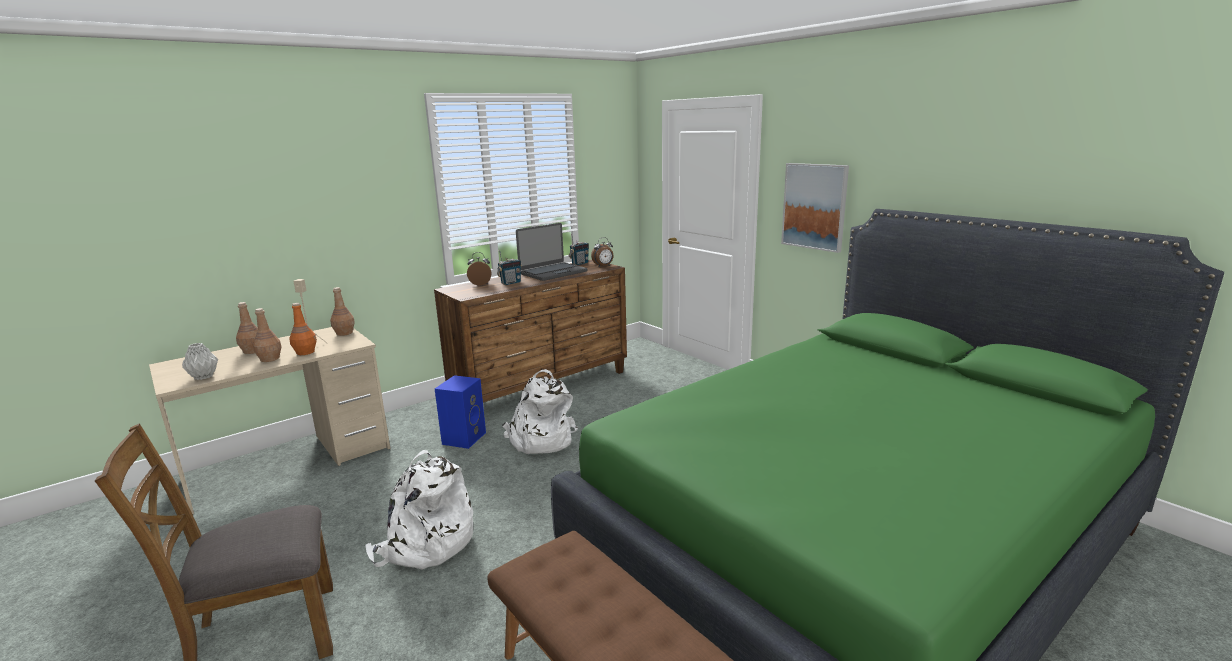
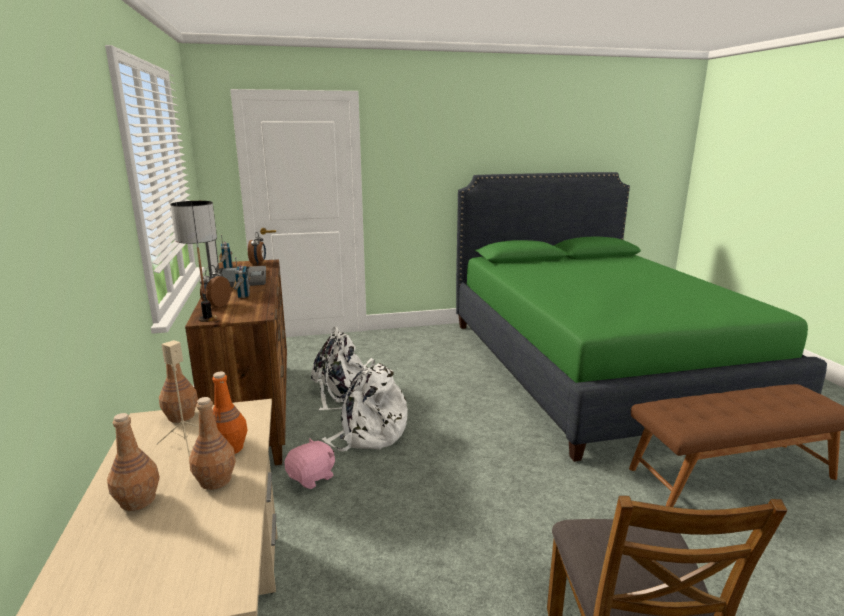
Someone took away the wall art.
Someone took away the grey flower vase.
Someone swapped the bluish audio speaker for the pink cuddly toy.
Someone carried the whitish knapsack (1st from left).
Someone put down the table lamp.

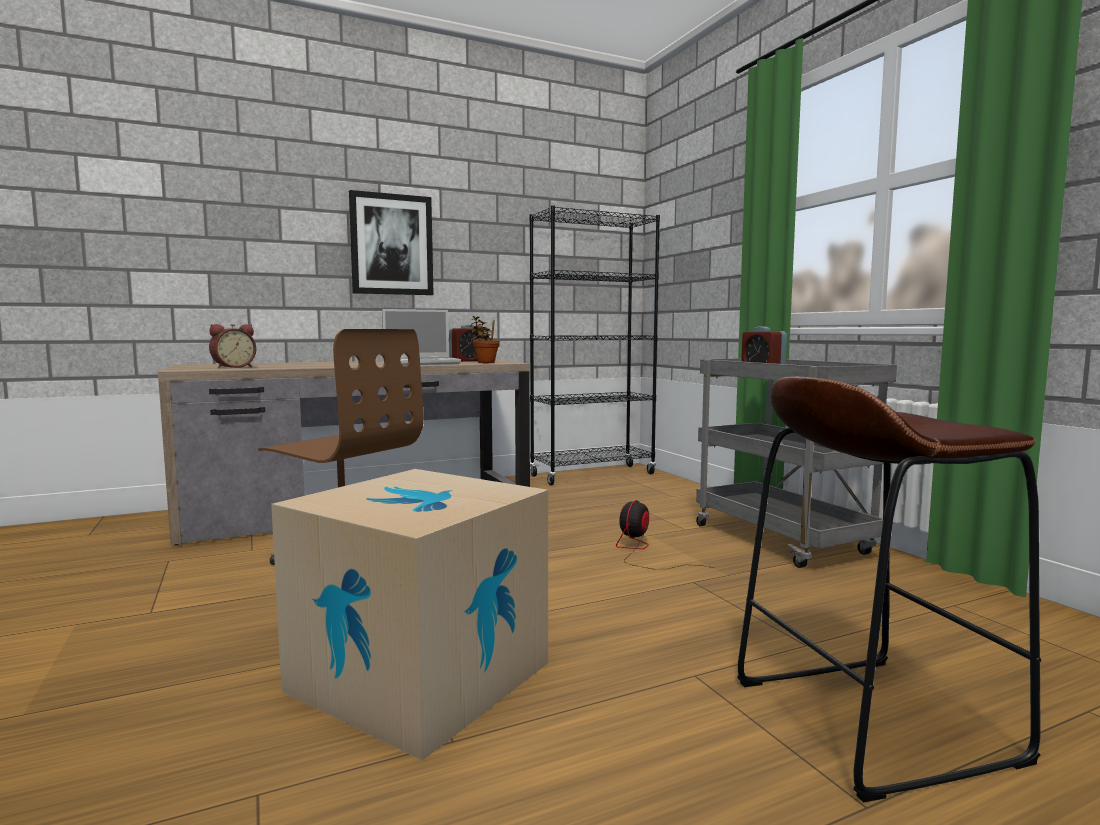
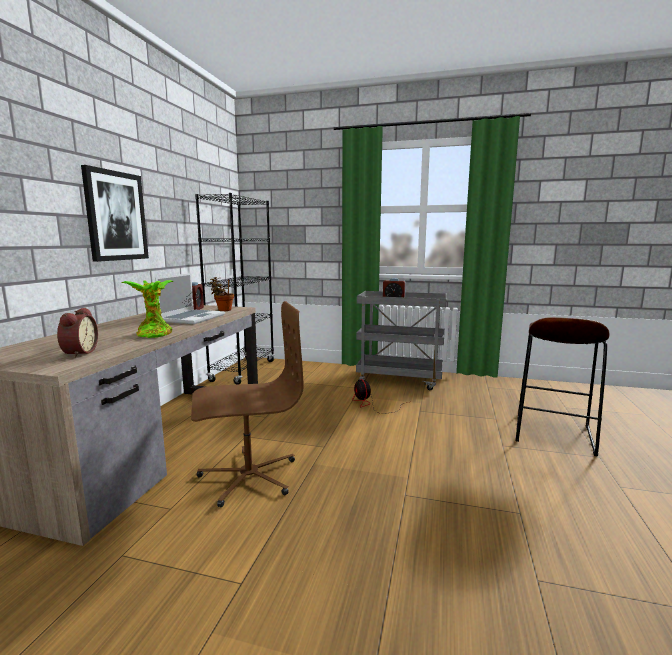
Someone took away the carton.
Someone put down the plant in a pot (1st from left).

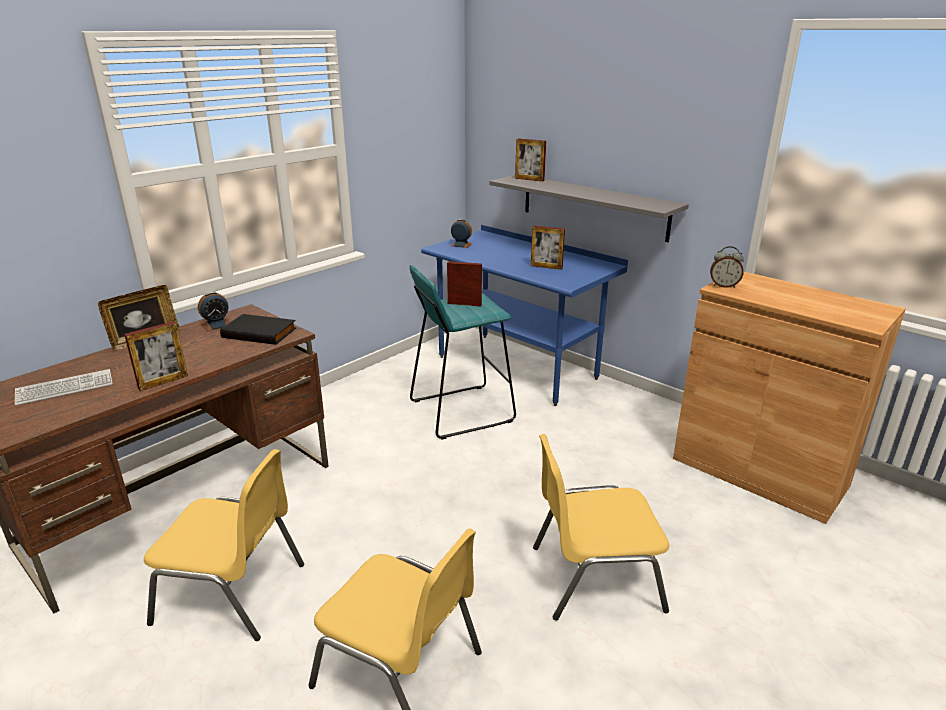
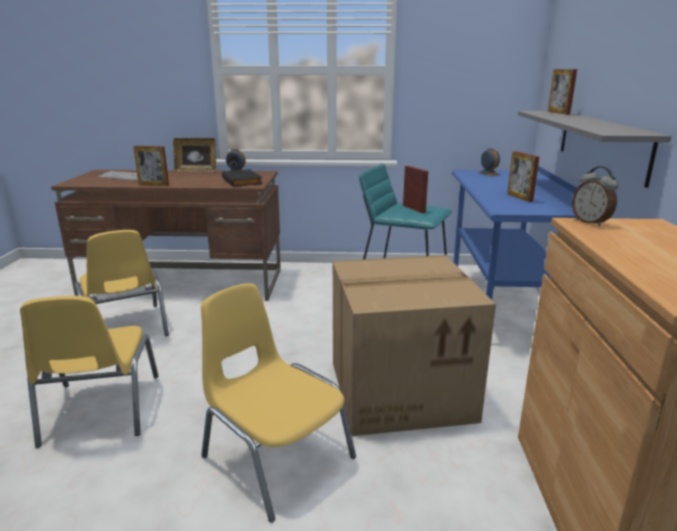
Someone put down the carton.

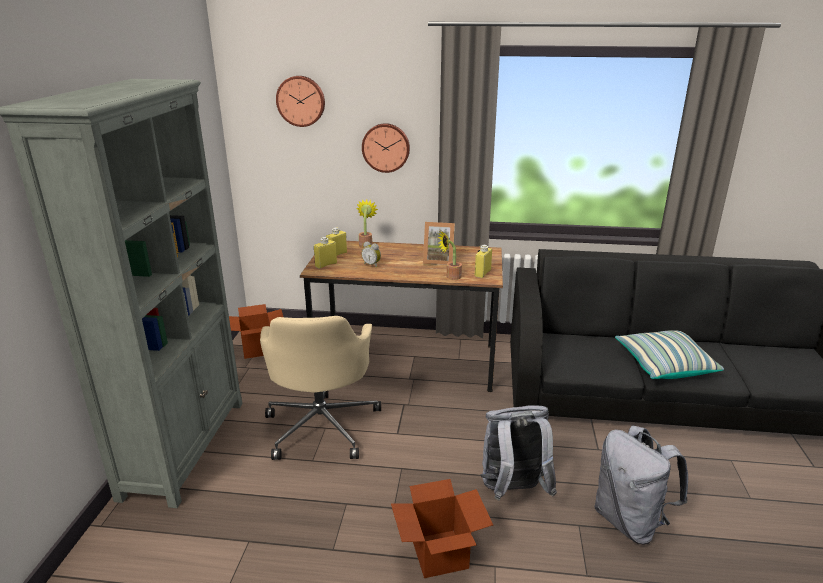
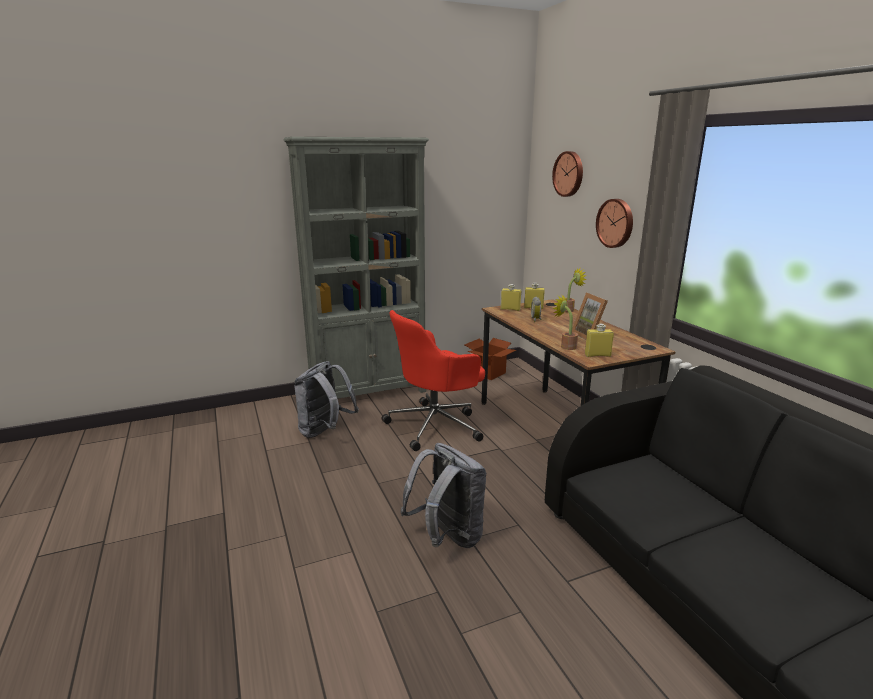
Someone repainted the beige desk chair, which became the reddish desk chair.
Someone took away the cushion.
Someone carried the grey knapsack (2nd from left in the first image).
Someone took away the carton (2nd from left).

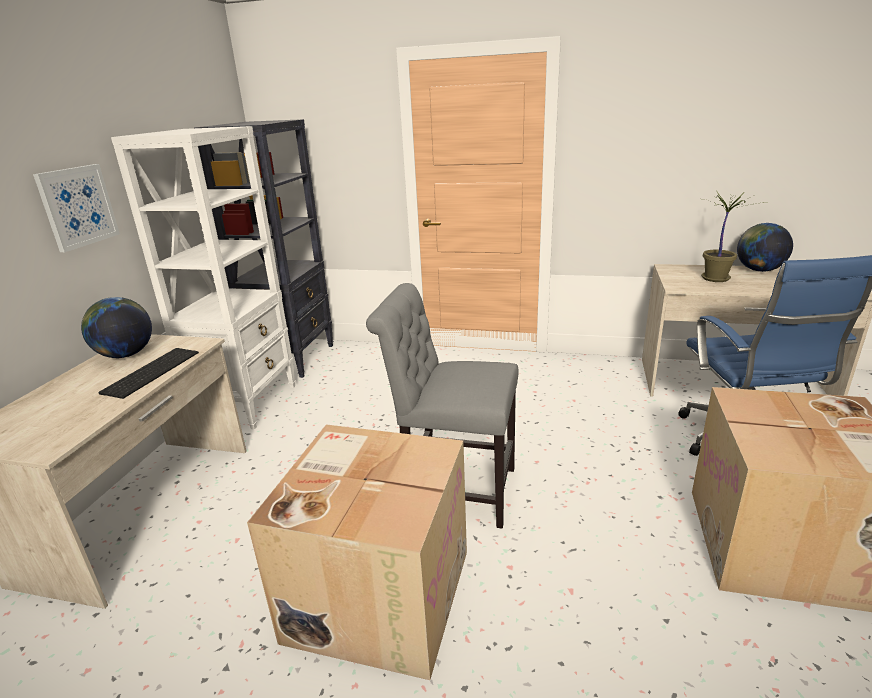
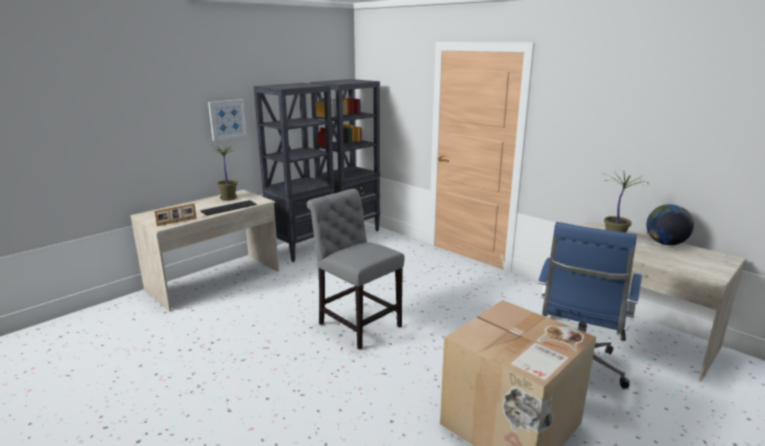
Someone repainted the whitish bookshelf, which became the blackish bookshelf (1st from left).
Someone swapped the globe (1st from left) for the plant in a pot (1st from left).
Someone took away the carton (1st from left).
Someone put down the standing frame.

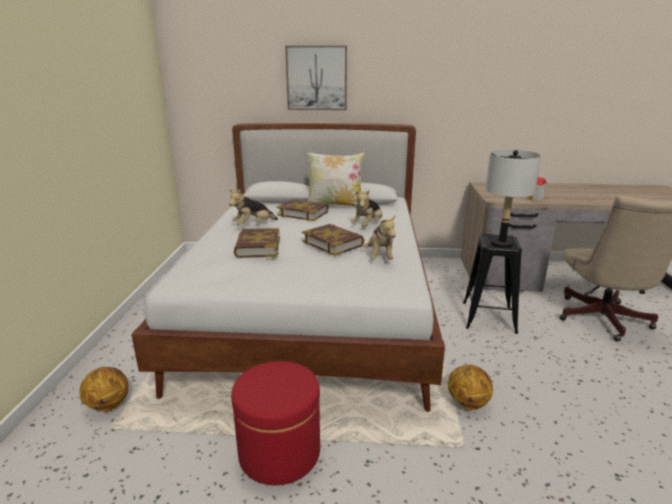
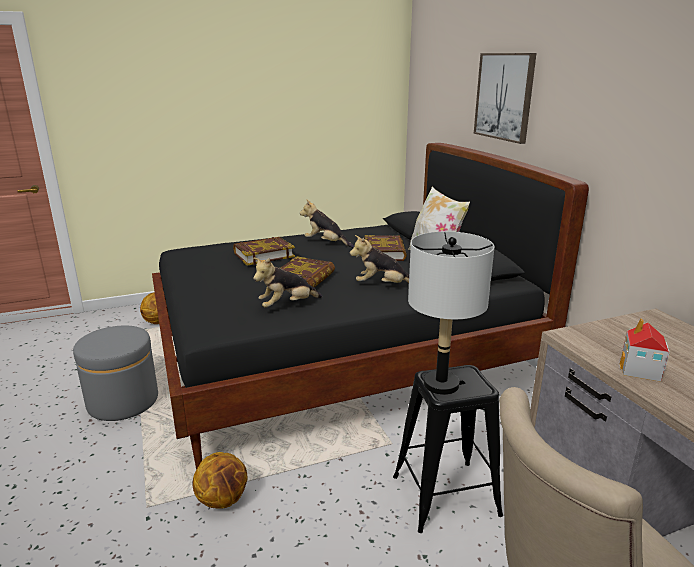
Someone repainted the whitish bed, which became the blackish bed.
Someone repainted the reddish ottoman, which became the grey ottoman.

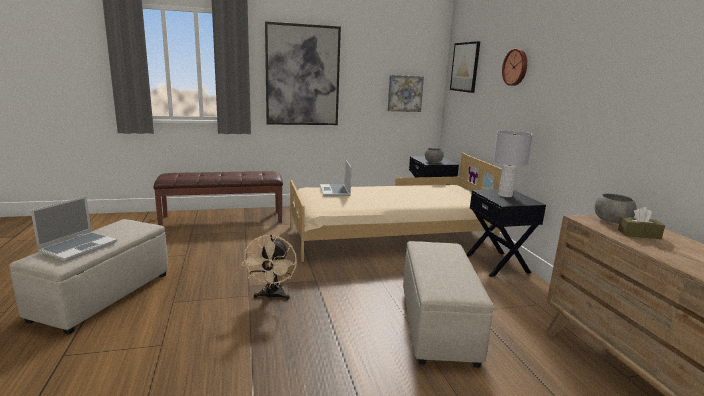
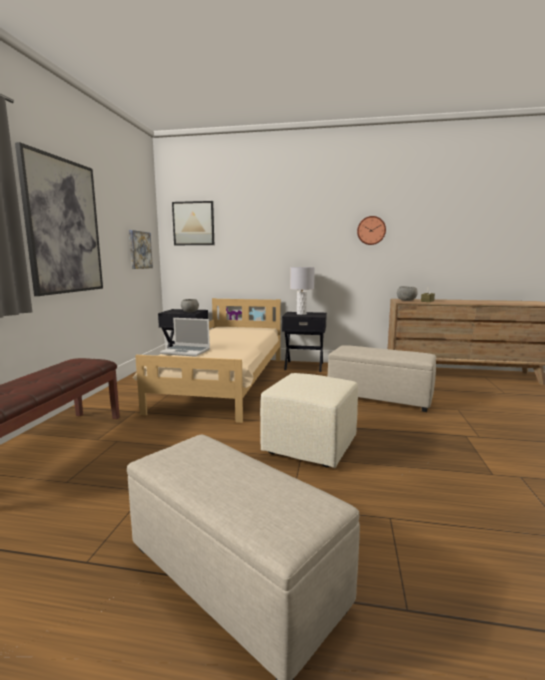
Someone carried the wall clock.
Someone took away the laptop (1st from left).
Someone swapped the beige fan for the beige ottoman (2nd from left).

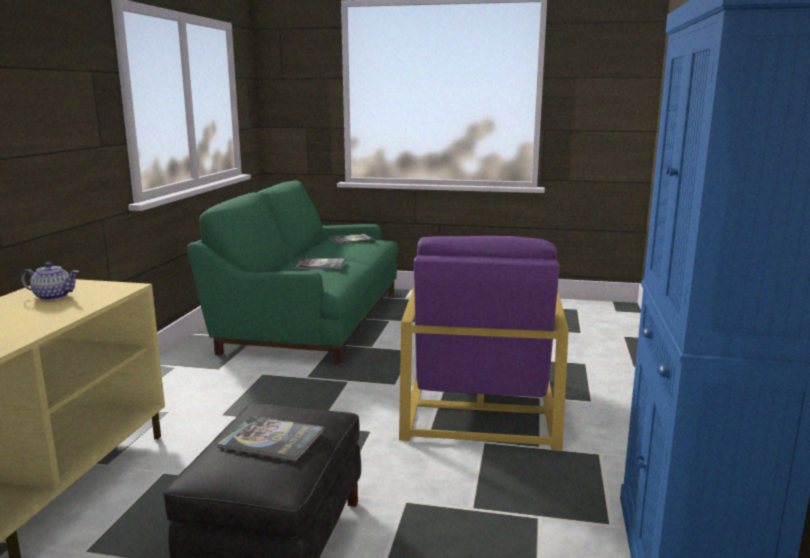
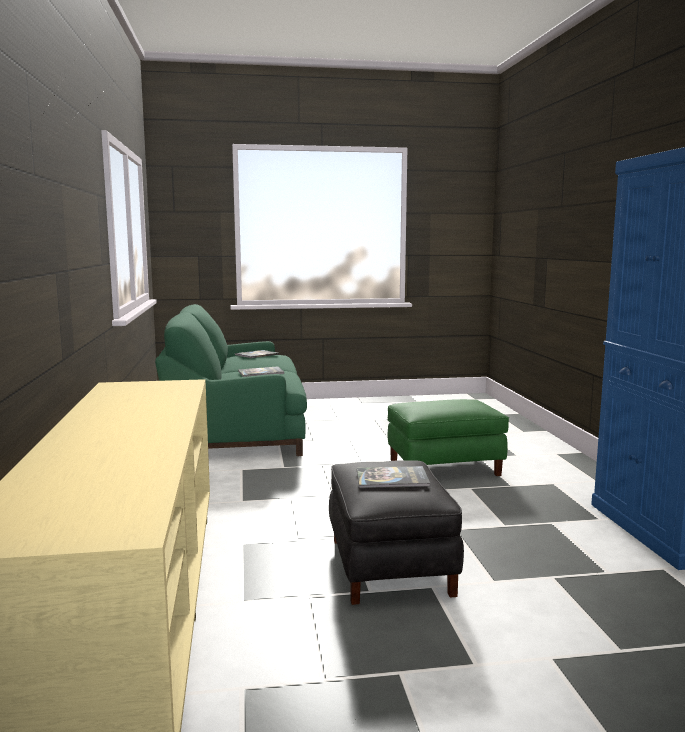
Someone swapped the purple-coloured armchair for the green-coloured ottoman.
Someone took away the teapot.

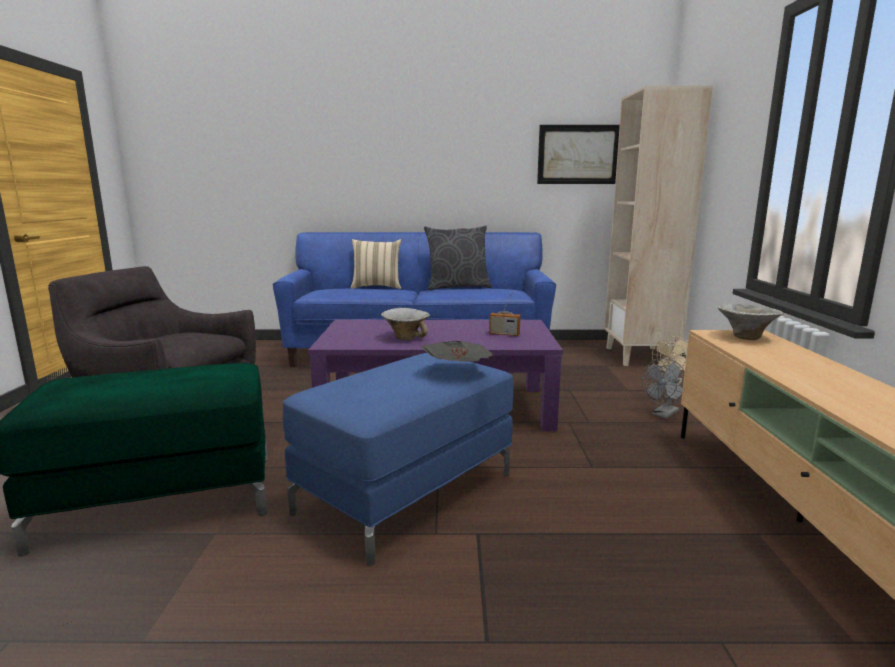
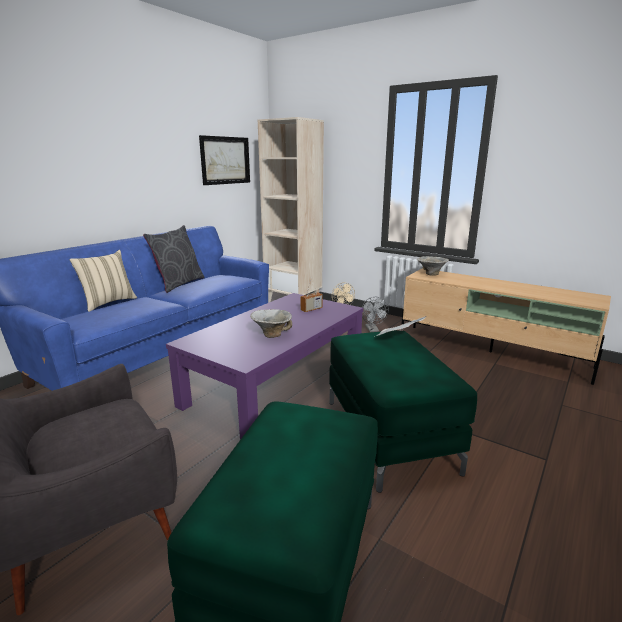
Someone repainted the bluish ottoman, which became the green-coloured ottoman (2nd from left).

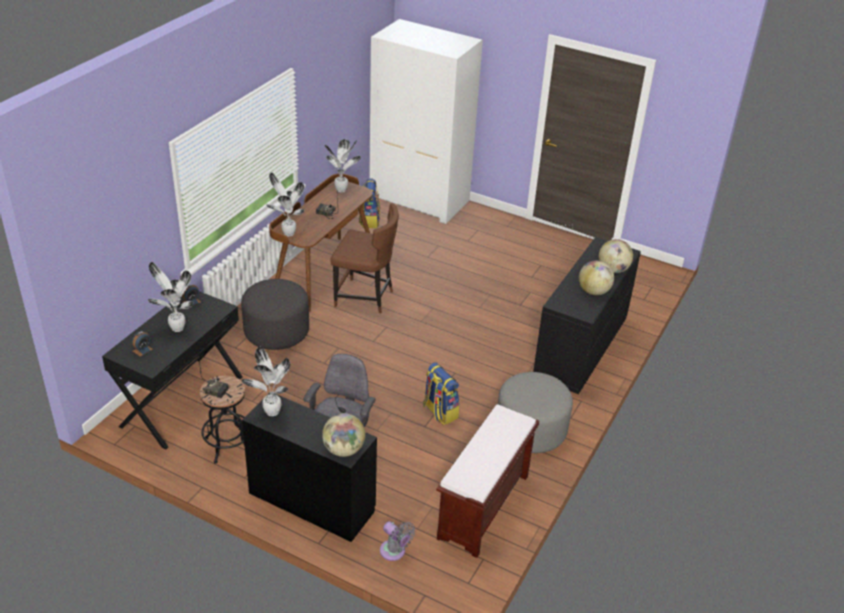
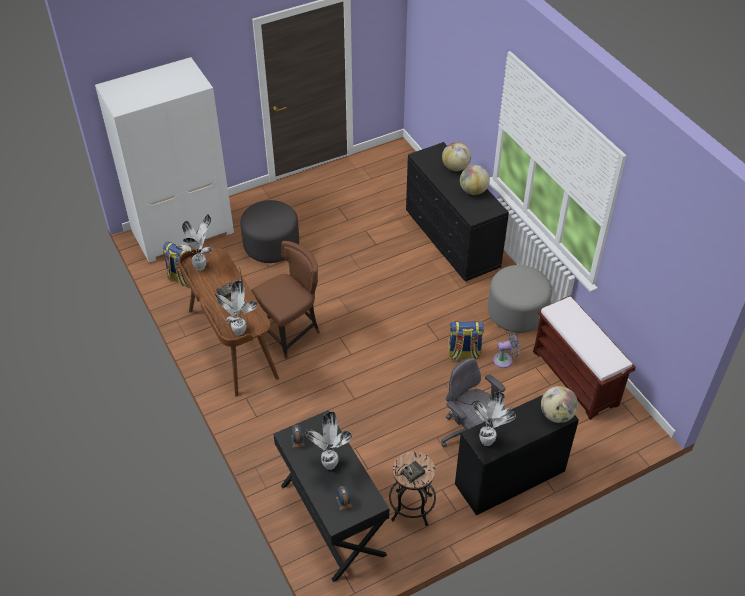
Someone carried the grey ottoman (1st from left).
Someone carried the grey fan.

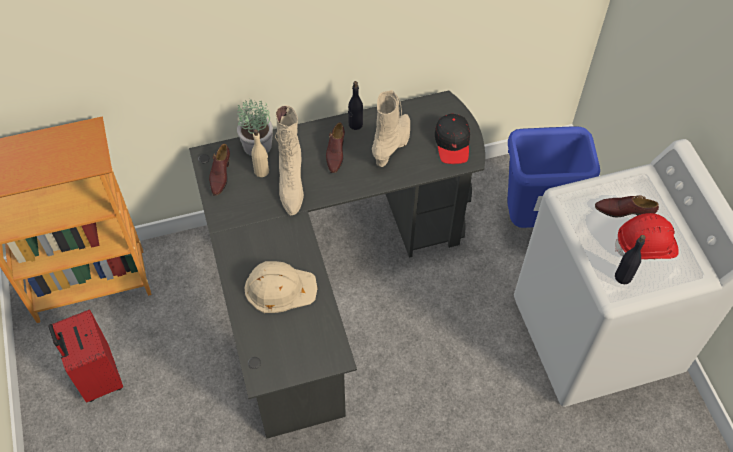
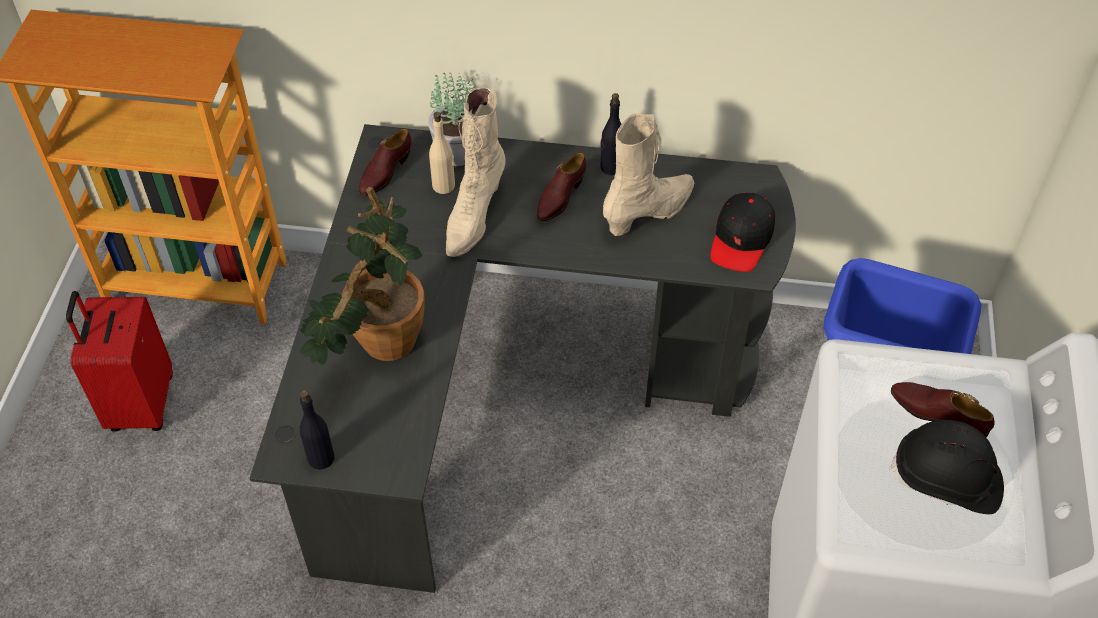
Someone repainted the reddish hard hat, which became the blackish hard hat.
Someone carried the blackish drink bottle (2nd from left in the first image).
Someone swapped the beige hard hat for the plant in a pot (1st from left).

